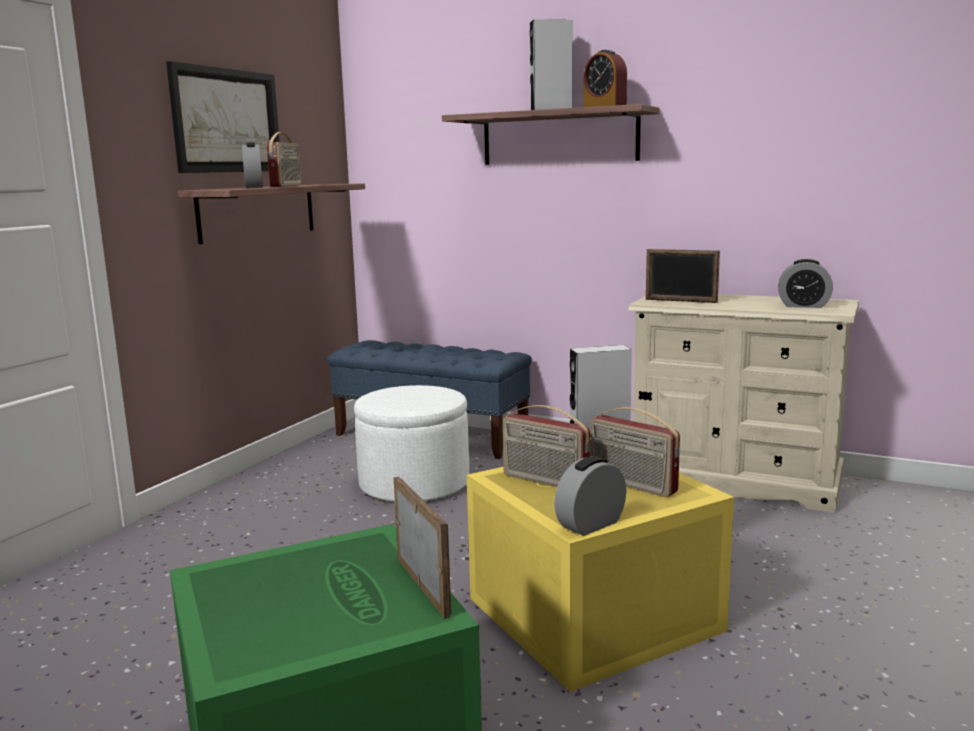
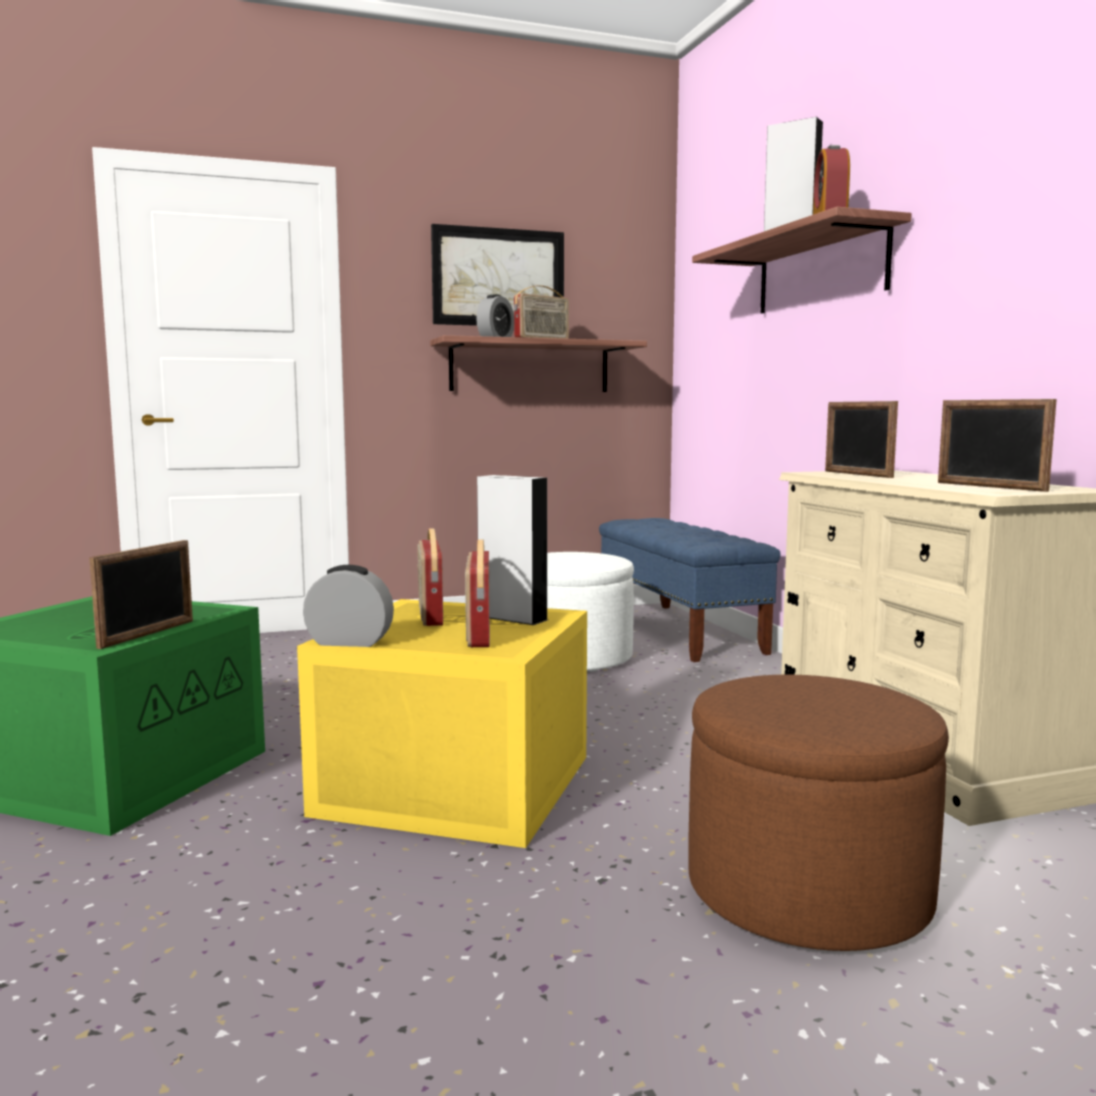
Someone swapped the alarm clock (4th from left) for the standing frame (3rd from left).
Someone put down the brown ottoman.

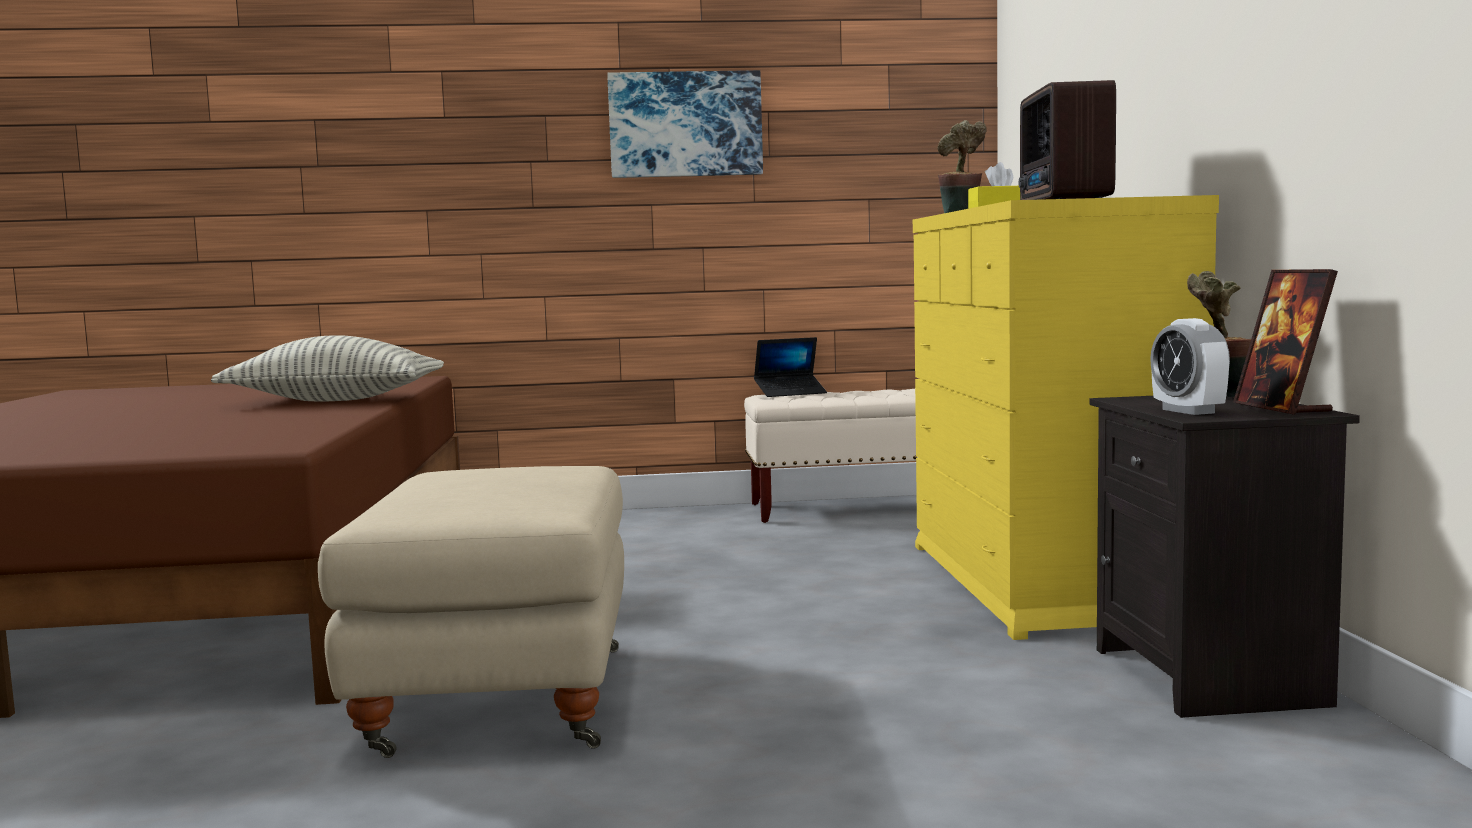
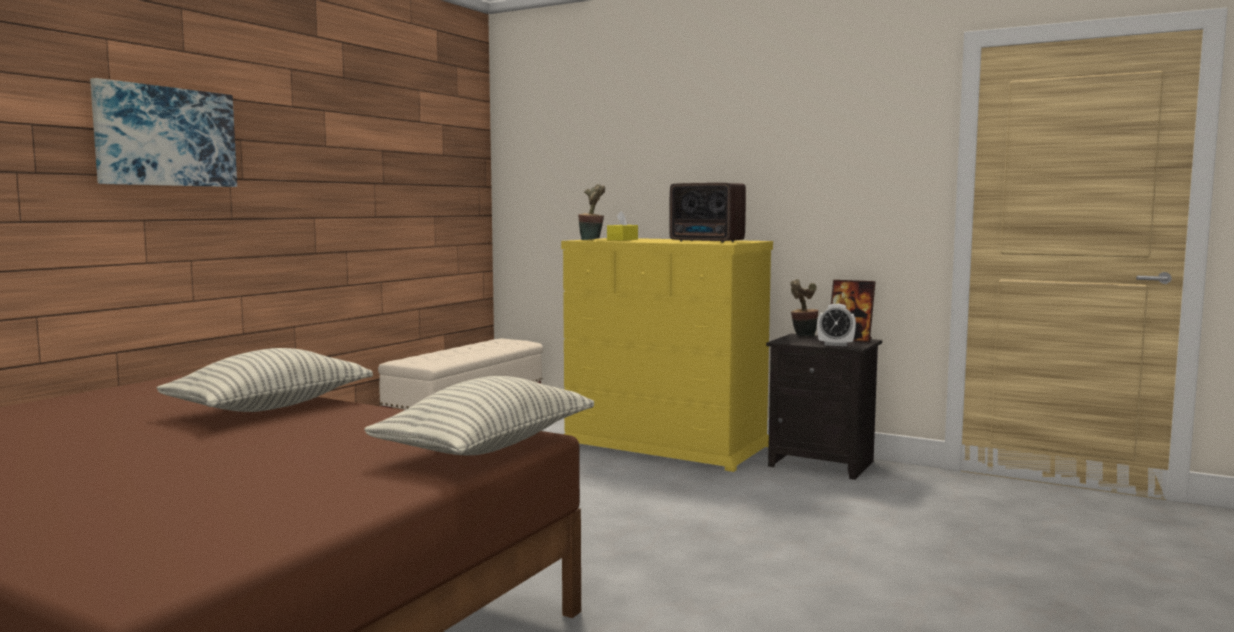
Someone carried the wall art.
Someone took away the laptop.
Someone took away the beige ottoman.
Someone put down the cushion (2nd from left).

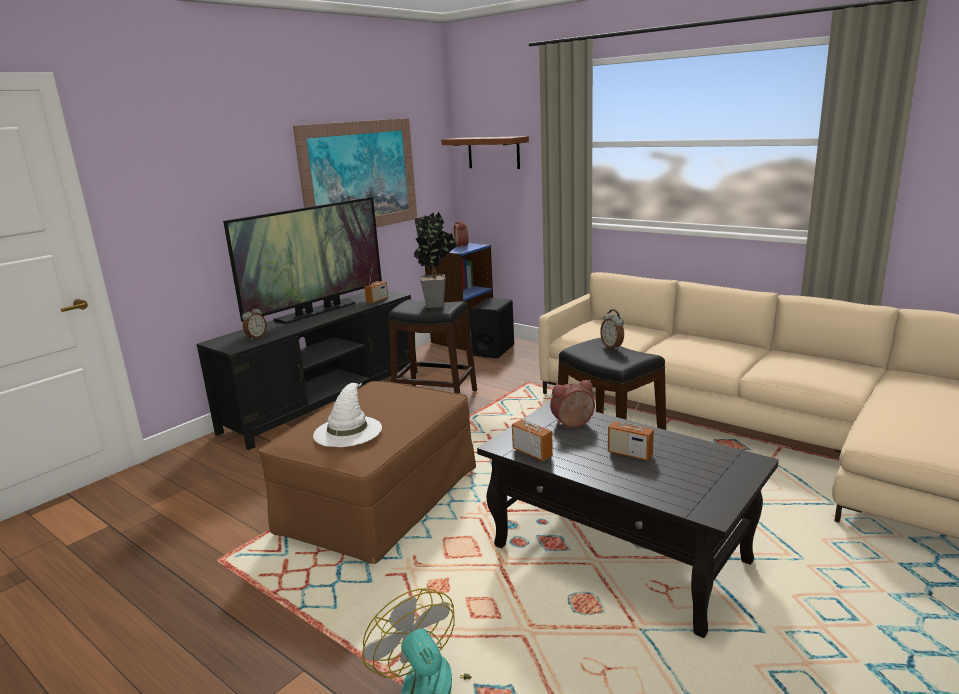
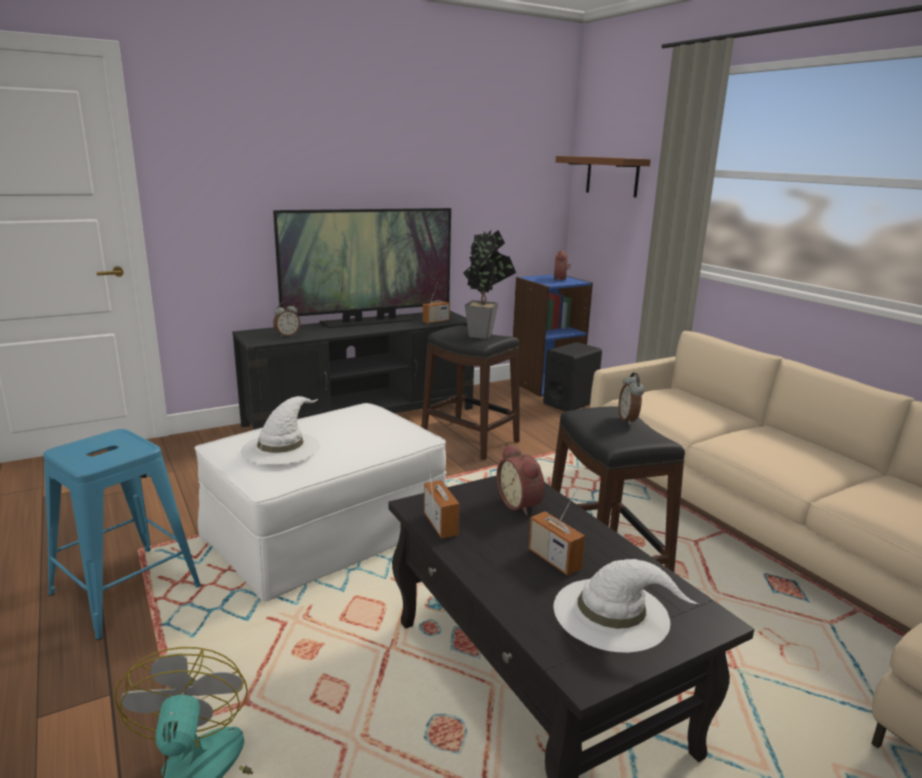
Someone took away the wall art.
Someone rotated the alarm clock (3rd from left in the first image) by 120 degrees counterclockwise.
Someone repainted the brown ottoman, which became the whitish ottoman.
Someone put down the bluish stool seat.
Someone put down the whitish clothing hat (2nd from left).

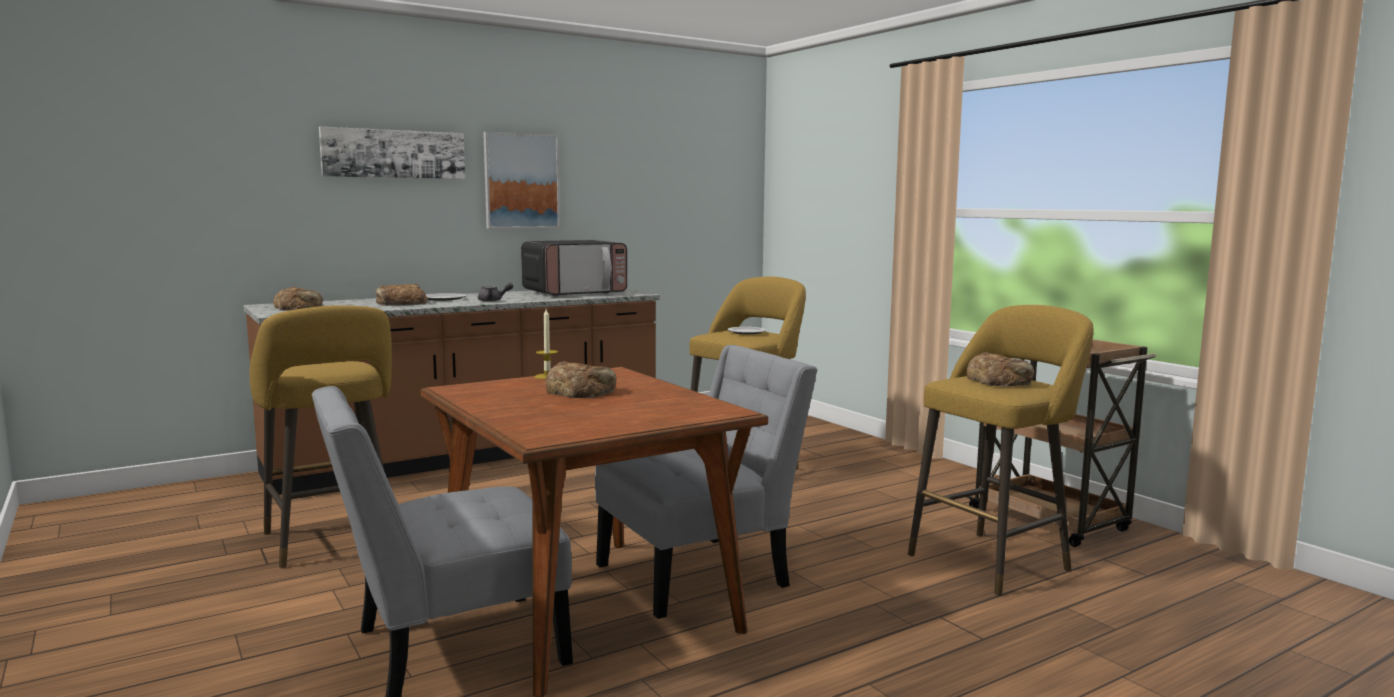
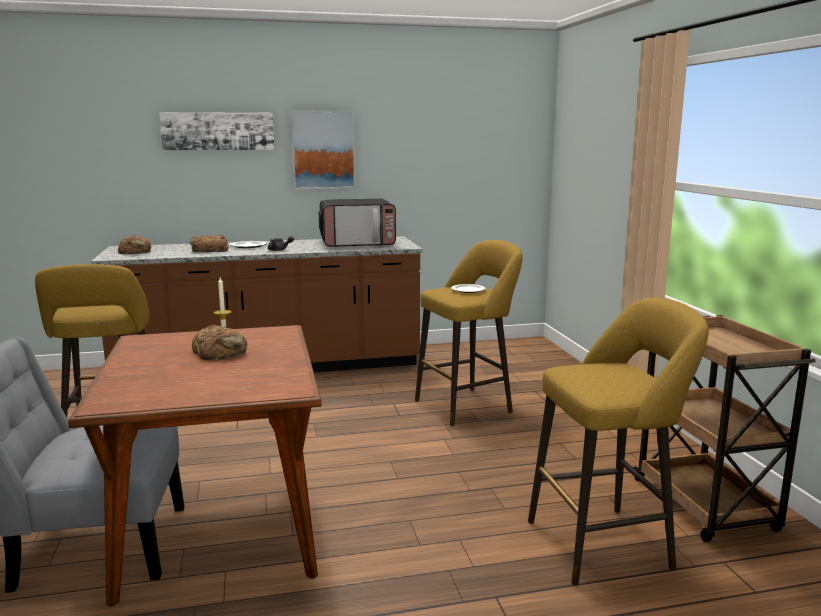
Someone took away the grey upright chair (2nd from left).
Someone took away the bread (4th from left).

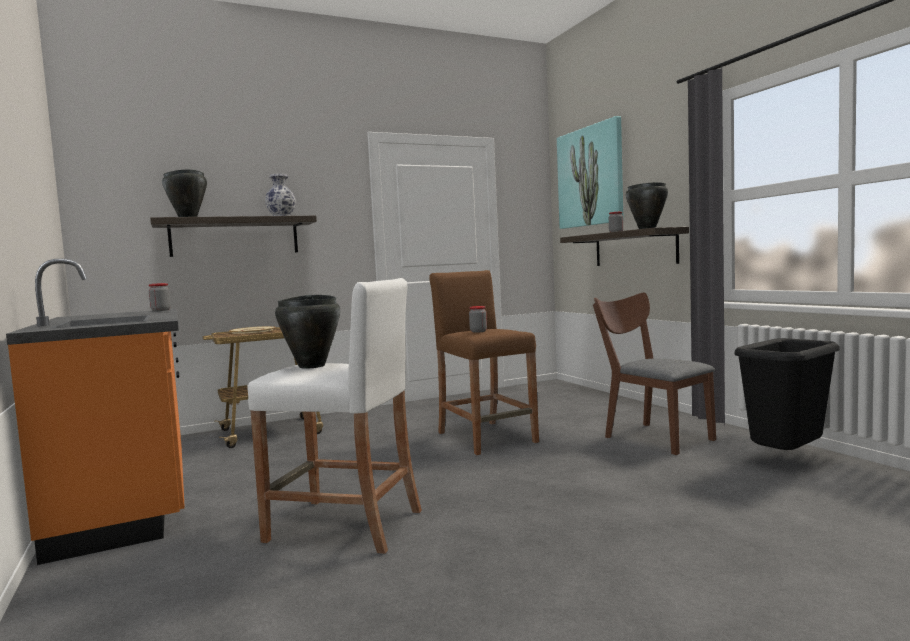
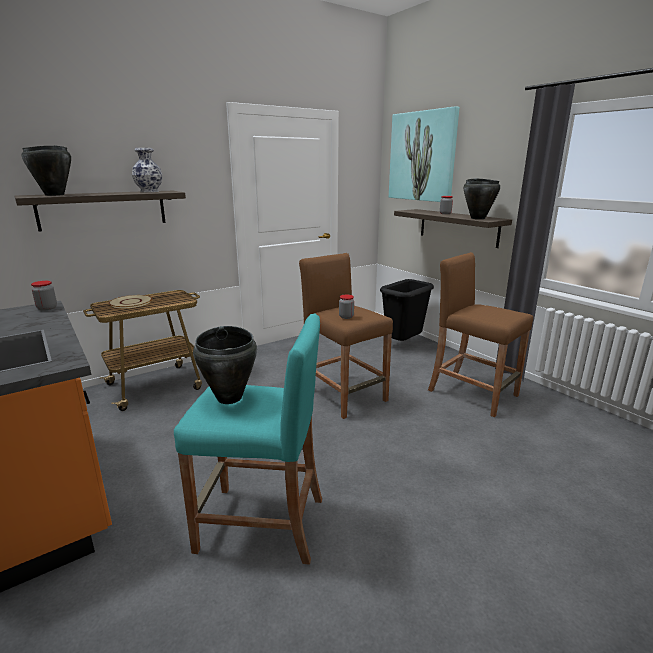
Someone repainted the whitish stool seat, which became the blue-green stool seat.
Someone swapped the brown upright chair for the brown stool seat (2nd from left).
Someone carried the blackish waste bin.

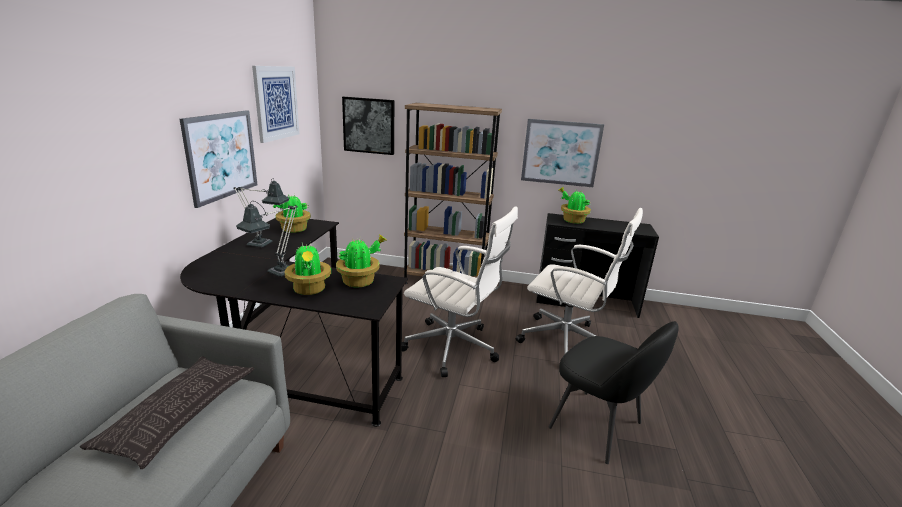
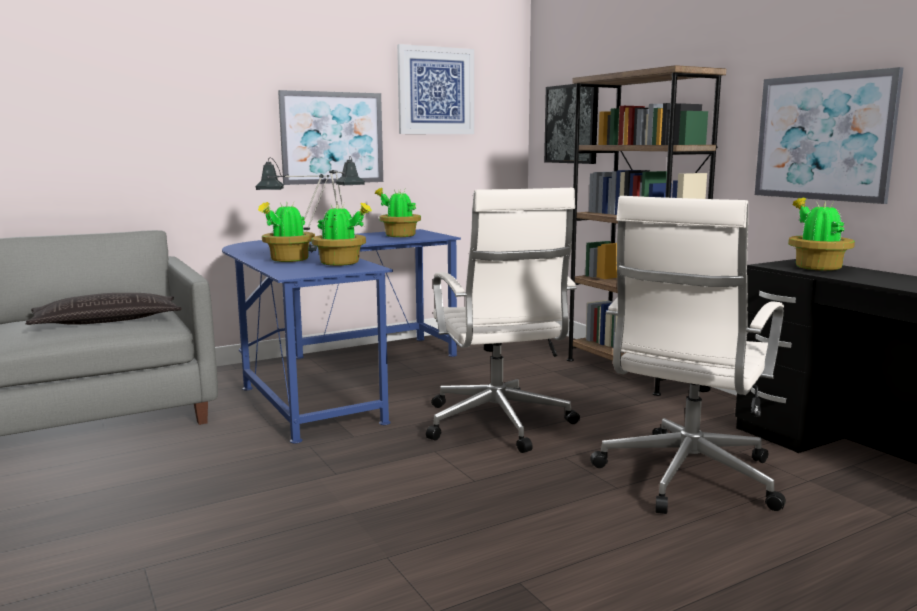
Someone rotated the whitish desk chair (2nd from left) by 45 degrees clockwise.
Someone repainted the blackish desk unit (1st from left), which became the bluish desk unit.
Someone took away the blackish upright chair.

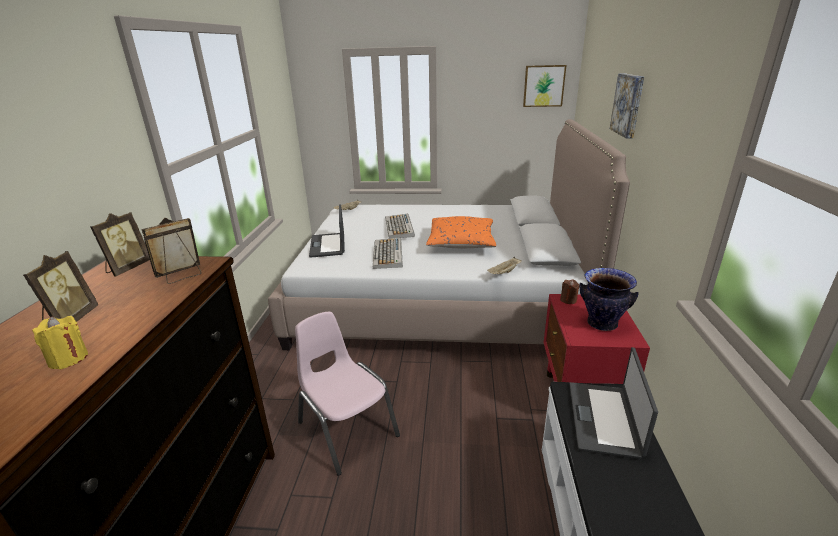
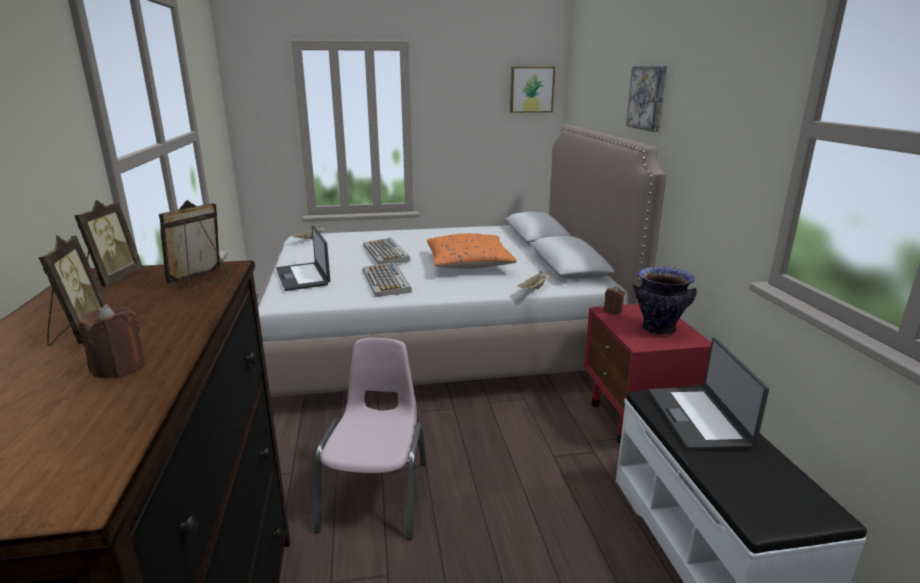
Someone rotated the pink upright chair by 60 degrees clockwise.
Someone repainted the yellow wax light, which became the brown wax light (1st from left).

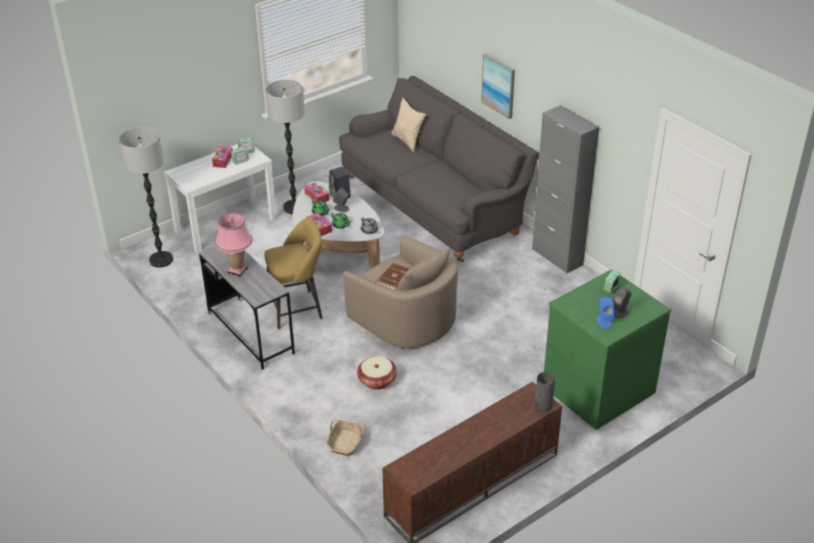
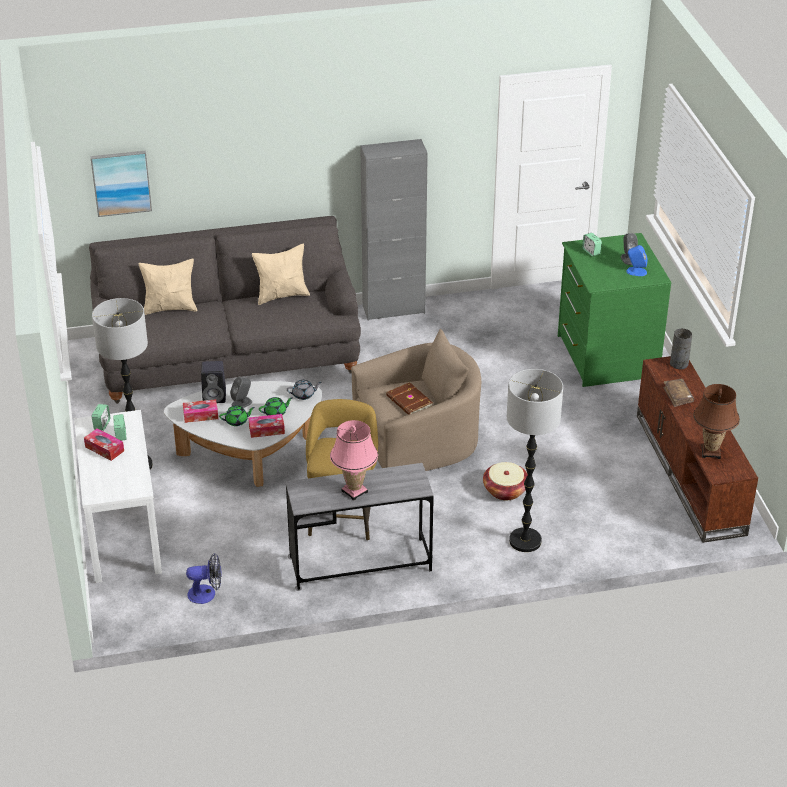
Someone carried the wall art.
Someone carried the standing lamp (1st from left in the first image).
Someone took away the household basket (1st from left).
Someone put down the beige cushion (2nd from left).
Someone put down the brown bound book (2nd from left).
Someone put down the brown table lamp.
Someone put down the fan.

